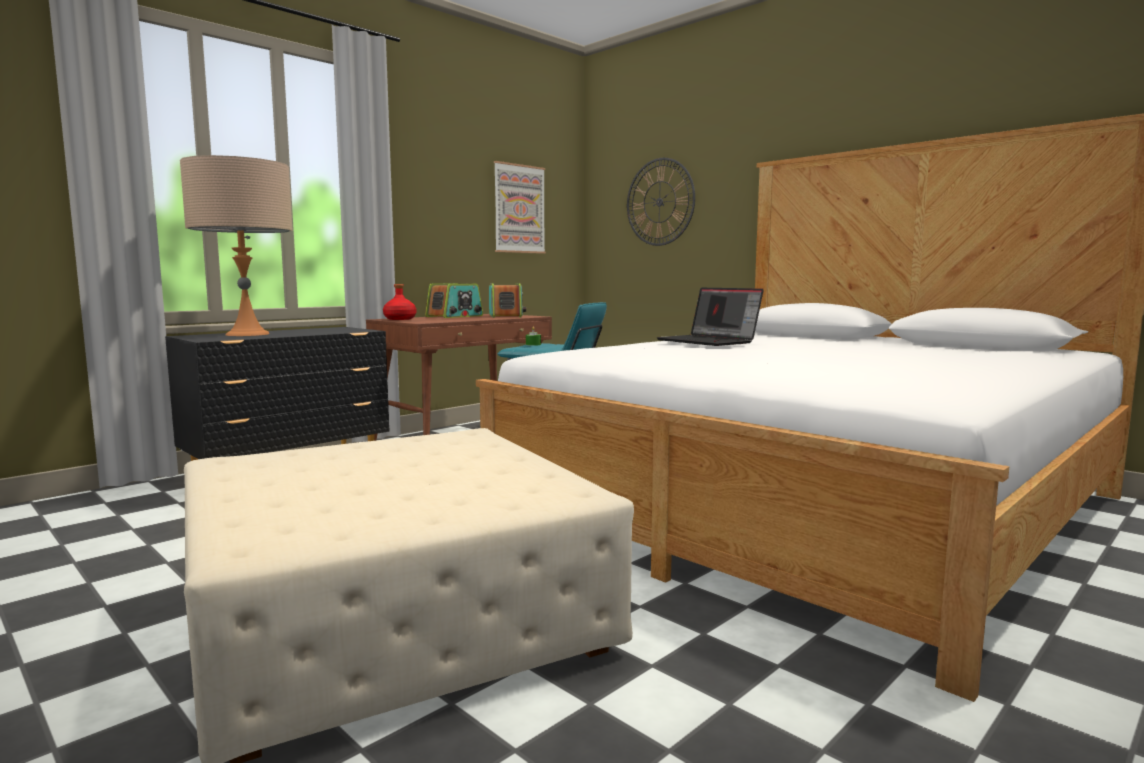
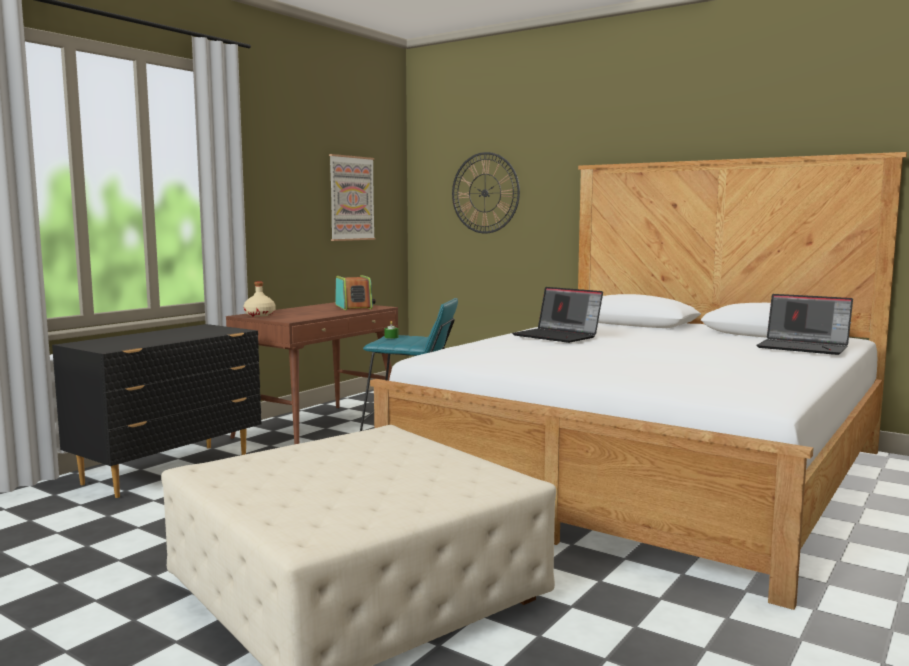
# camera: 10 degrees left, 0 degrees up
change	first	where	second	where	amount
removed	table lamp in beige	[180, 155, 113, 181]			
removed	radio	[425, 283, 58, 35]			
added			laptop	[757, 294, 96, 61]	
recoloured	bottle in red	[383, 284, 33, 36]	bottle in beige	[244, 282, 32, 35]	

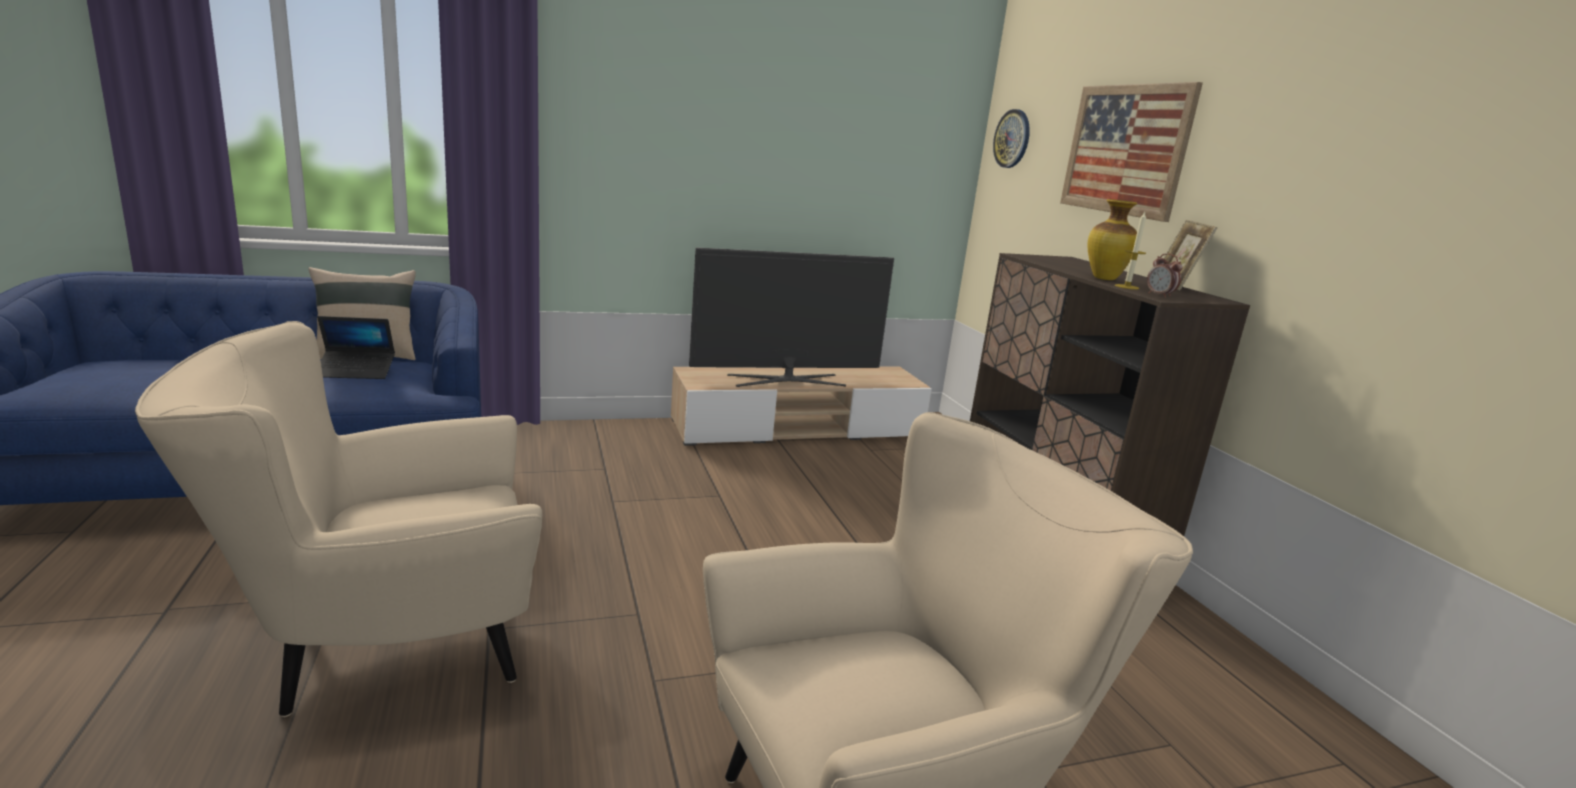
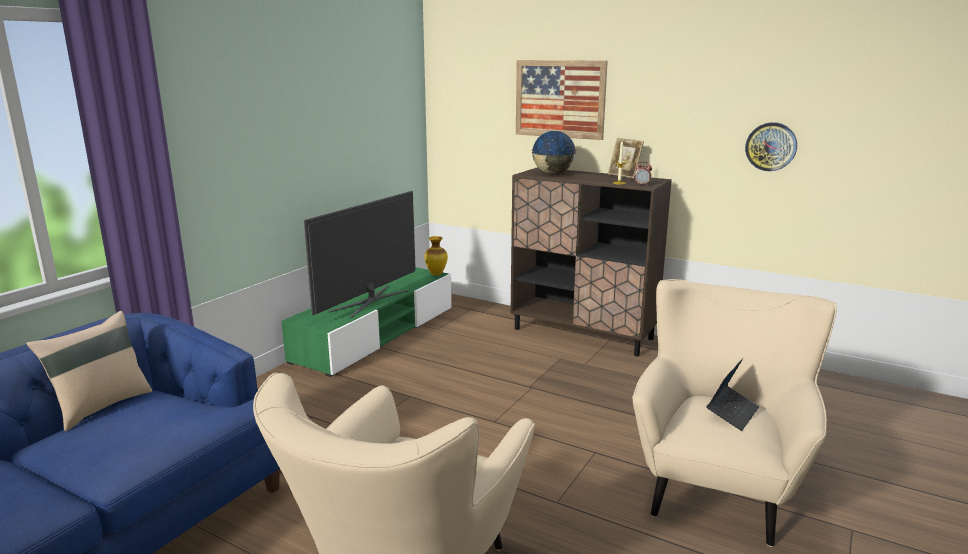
# camera: 40 degrees left, 0 degrees up
change	first	where	second	where	amount
added			globe	[532, 131, 44, 43]	
moved	laptop	[317, 316, 78, 63]		[706, 358, 53, 73]	
moved	wall clock	[993, 109, 37, 59]		[745, 122, 52, 49]	
moved	vase	[1088, 199, 49, 81]		[425, 236, 23, 40]	
recoloured	tv stand in beige	[671, 366, 261, 80]	tv stand in green	[281, 267, 171, 110]	

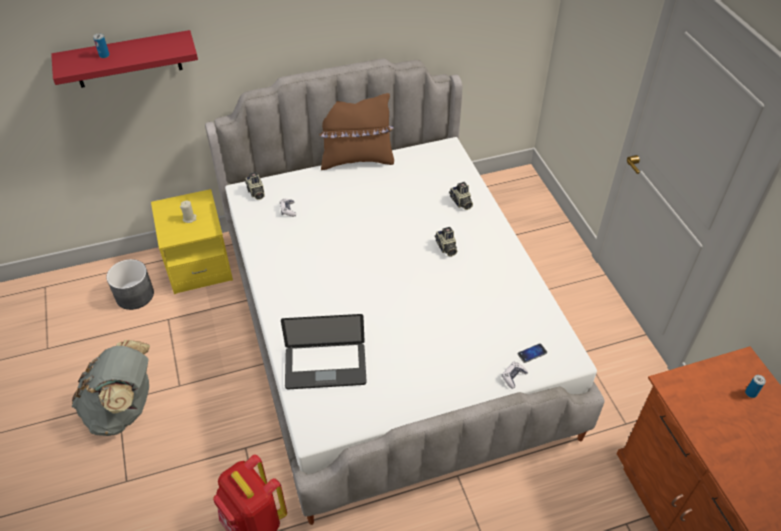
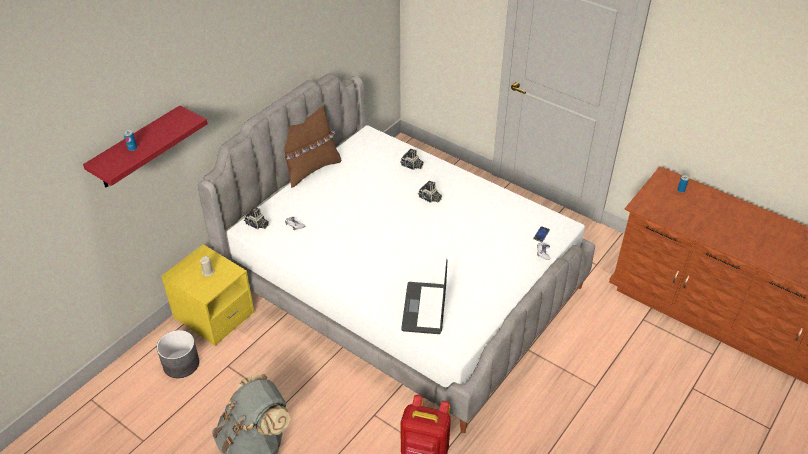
# camera: 35 degrees left, 5 degrees down
change	first	where	second	where	amount
turned	laptop	[281, 314, 86, 75]		[401, 259, 46, 75]	135 degrees clockwise

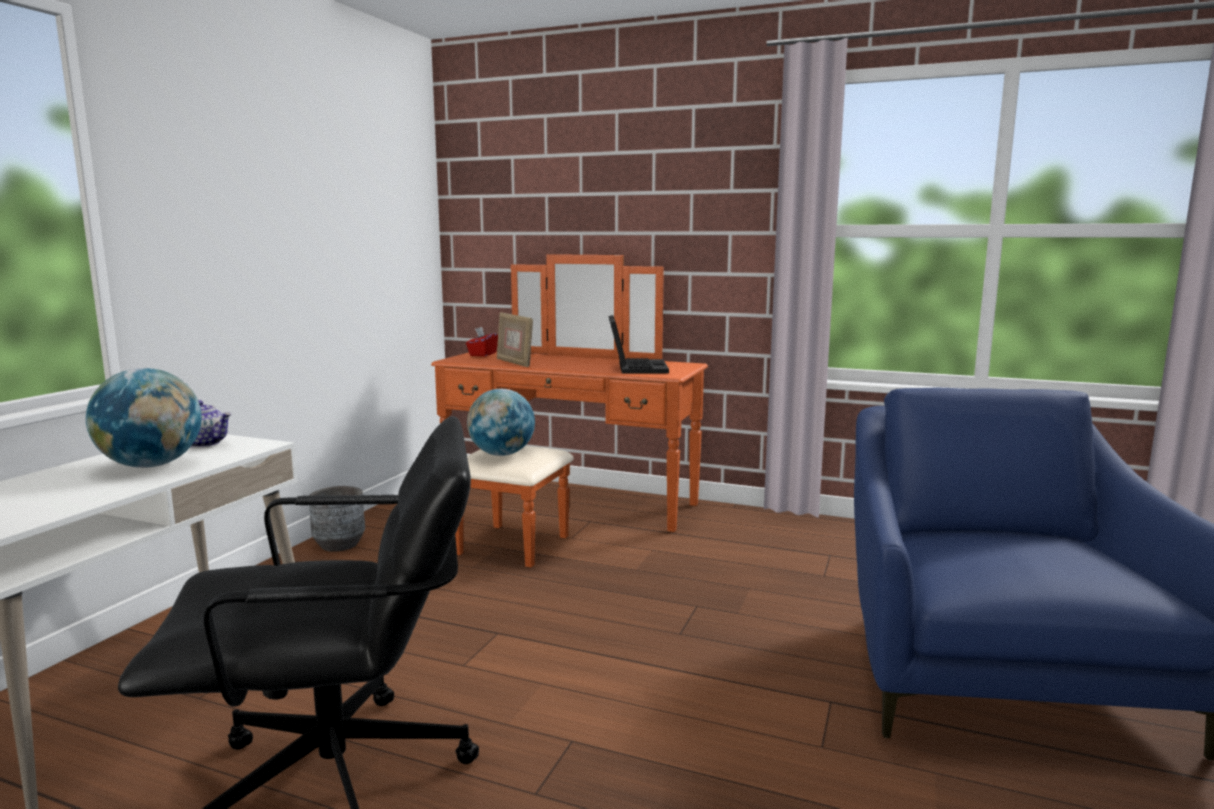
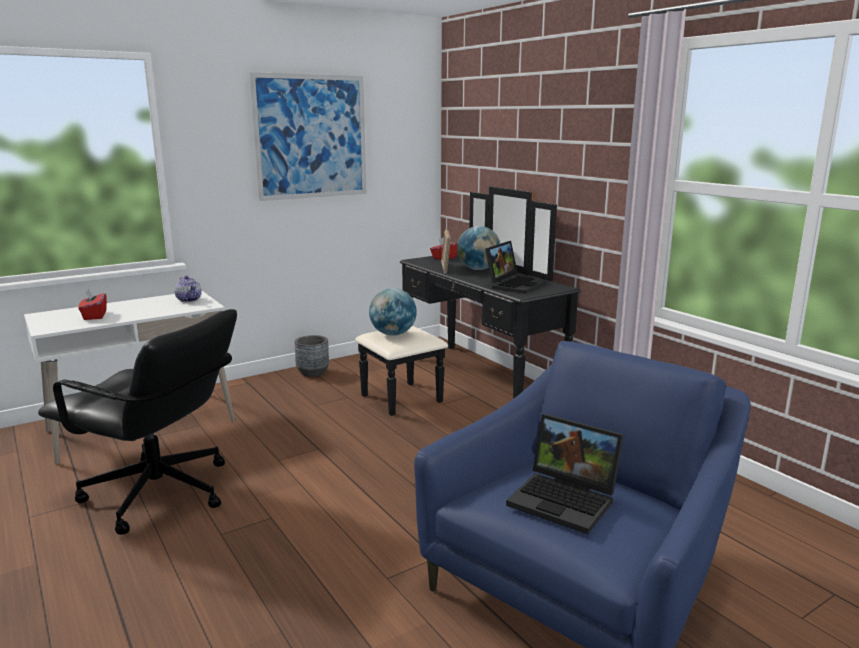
# camera: 35 degrees right, 5 degrees up
change	first	where	second	where	amount
added			tissue box in red	[78, 288, 29, 32]	
added			picture	[249, 72, 117, 129]	
added			laptop	[506, 414, 118, 120]	
moved	globe	[86, 368, 116, 100]		[457, 226, 43, 44]	
recoloured	dresser in orange	[431, 254, 277, 313]	dresser in black	[355, 186, 226, 230]	

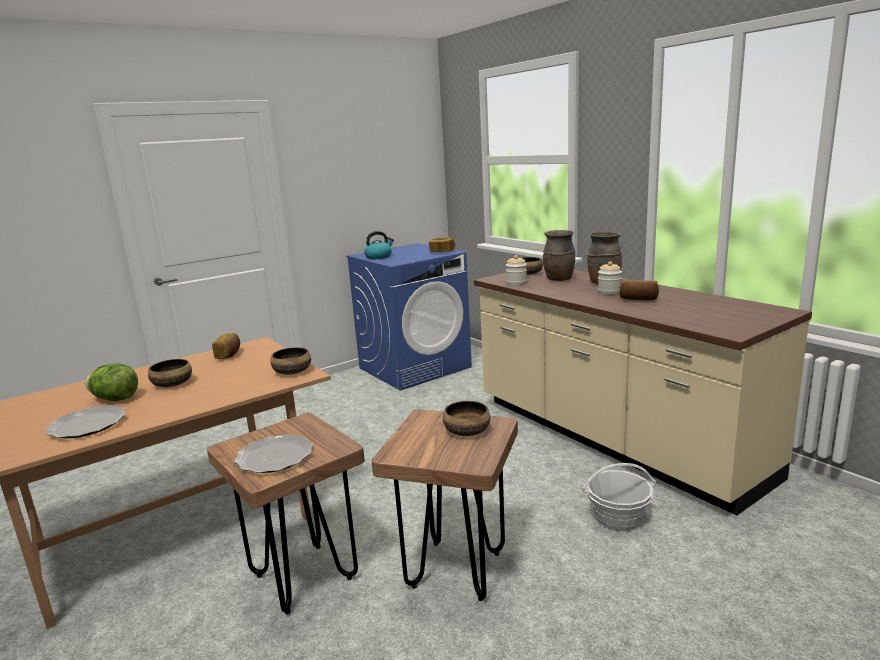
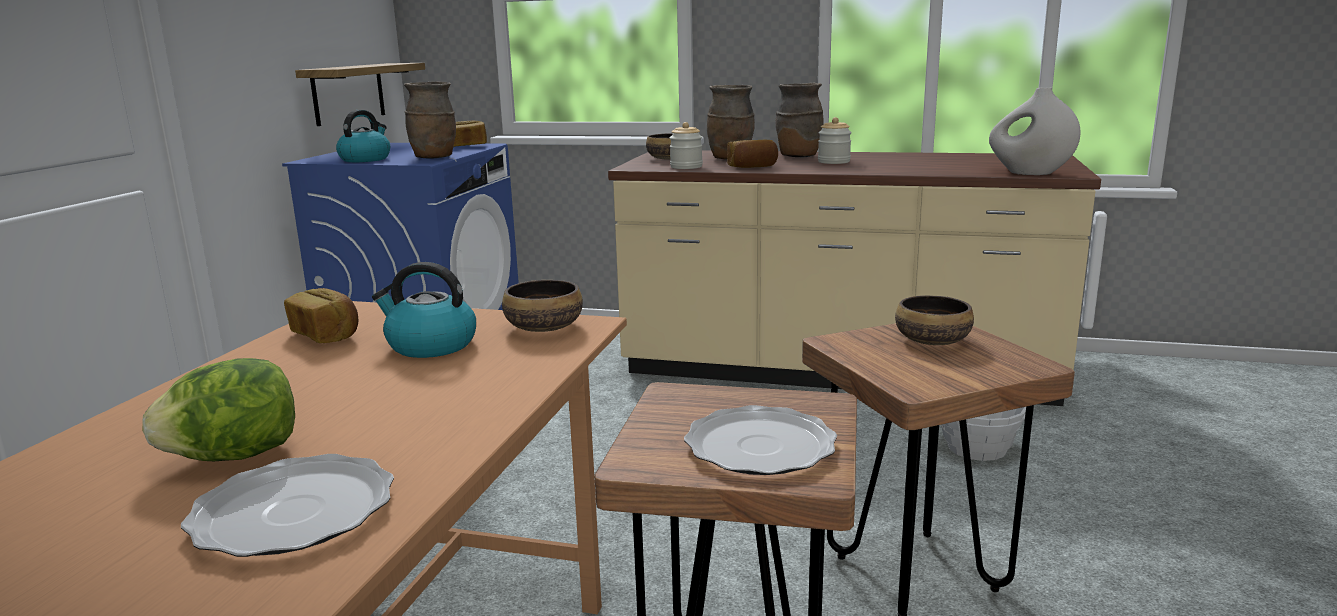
# camera: 40 degrees left, 0 degrees up
change	first	where	second	where	amount
removed	bowl	[148, 359, 44, 28]			
added			shelf	[295, 63, 130, 63]	
added			kettle	[372, 262, 104, 96]	
added			vase in brown	[404, 81, 52, 78]	
added			vase in white	[989, 88, 91, 87]	
moved	bread	[620, 279, 39, 21]		[727, 139, 51, 29]	

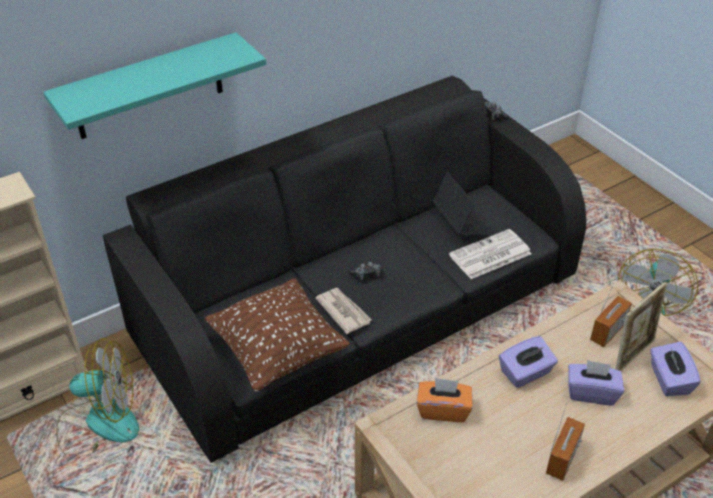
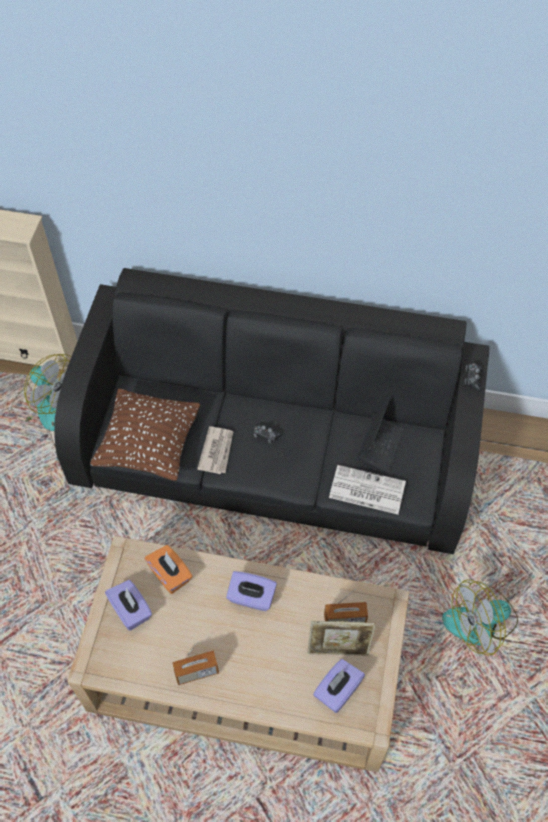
# camera: 45 degrees right, 15 degrees up
change	first	where	second	where	amount
removed	shelf in turquoise	[43, 32, 223, 107]			
moved	tissue box in purple	[568, 360, 56, 45]		[105, 580, 47, 51]	

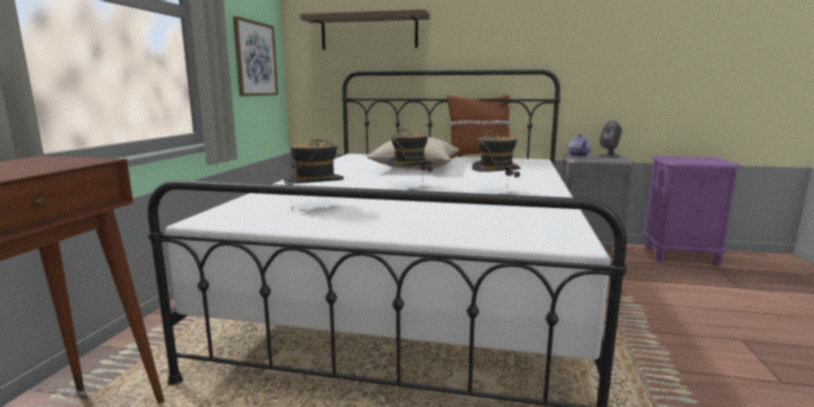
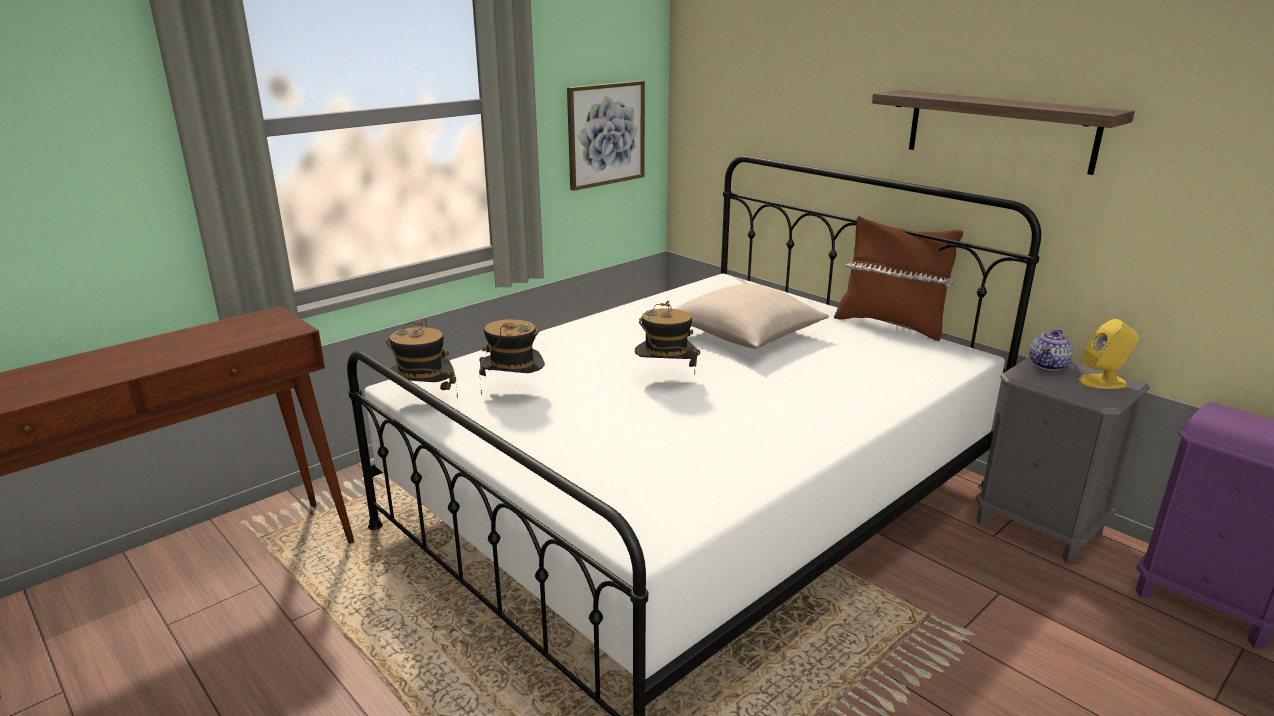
# camera: 35 degrees right, 10 degrees up
change	first	where	second	where	amount
moved	shelf	[300, 9, 130, 41]		[872, 90, 263, 85]	
moved	hat	[472, 130, 49, 57]		[386, 319, 72, 80]	
recoloured	speaker in grey	[599, 120, 23, 38]	speaker in yellow	[1079, 319, 60, 70]	

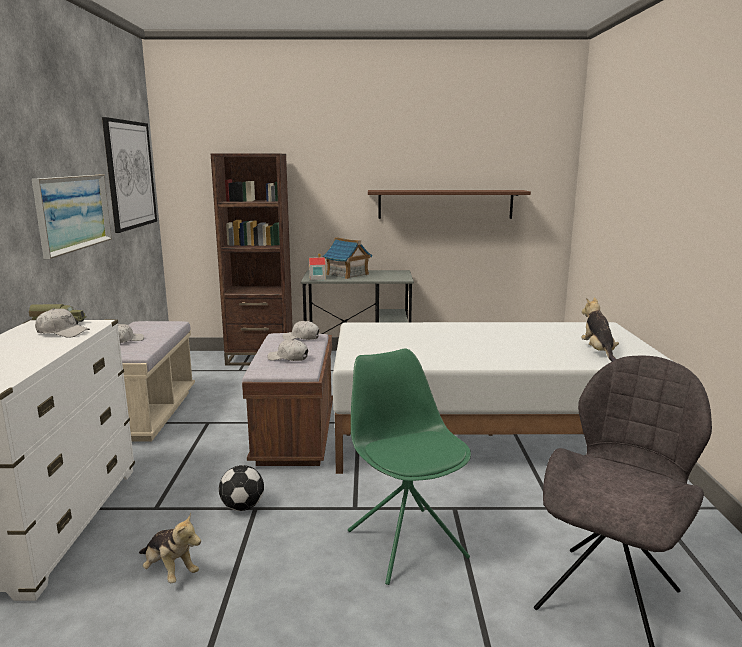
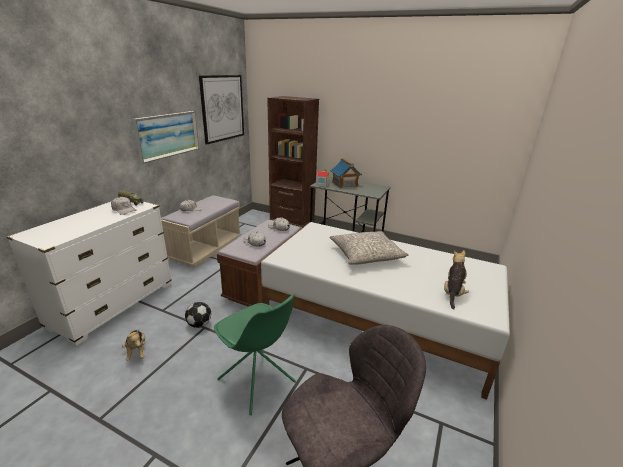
# camera: 25 degrees right, 10 degrees up
change	first	where	second	where	amount
removed	shelf in brown	[368, 190, 163, 29]			
added			pillow in grey	[329, 231, 80, 34]	
turned	chair in green	[348, 348, 123, 237]		[214, 294, 82, 121]	135 degrees clockwise

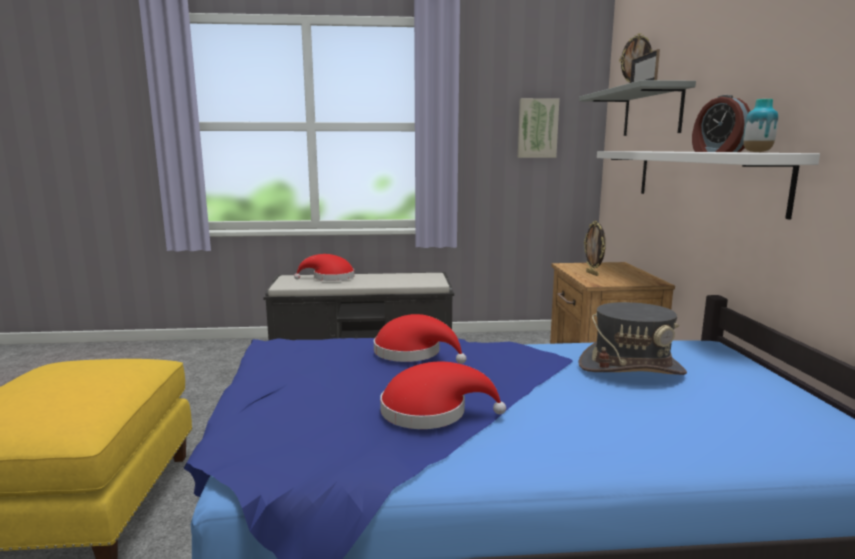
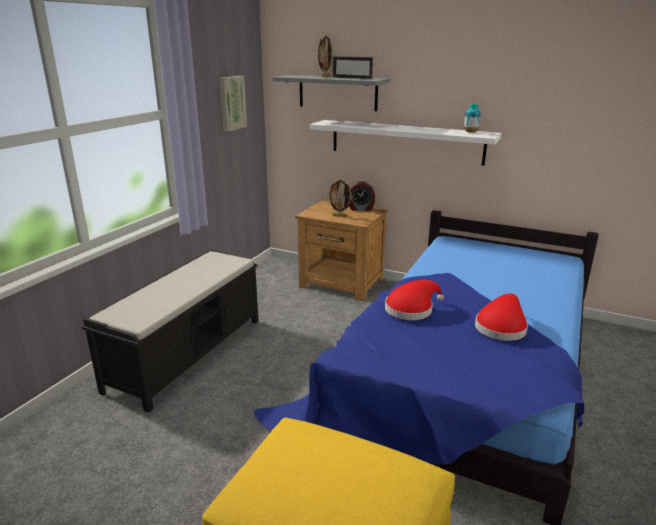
# camera: 60 degrees left, 10 degrees up
change	first	where	second	where	amount
removed	hat in red	[294, 254, 61, 27]			
removed	hat in grey	[578, 302, 109, 73]			
moved	alarm clock	[692, 95, 58, 57]		[349, 181, 26, 30]	

